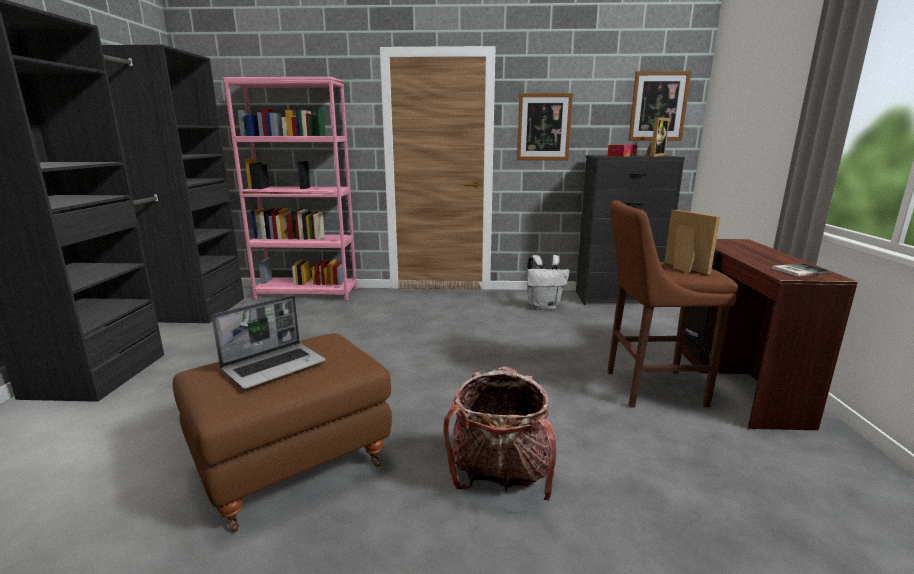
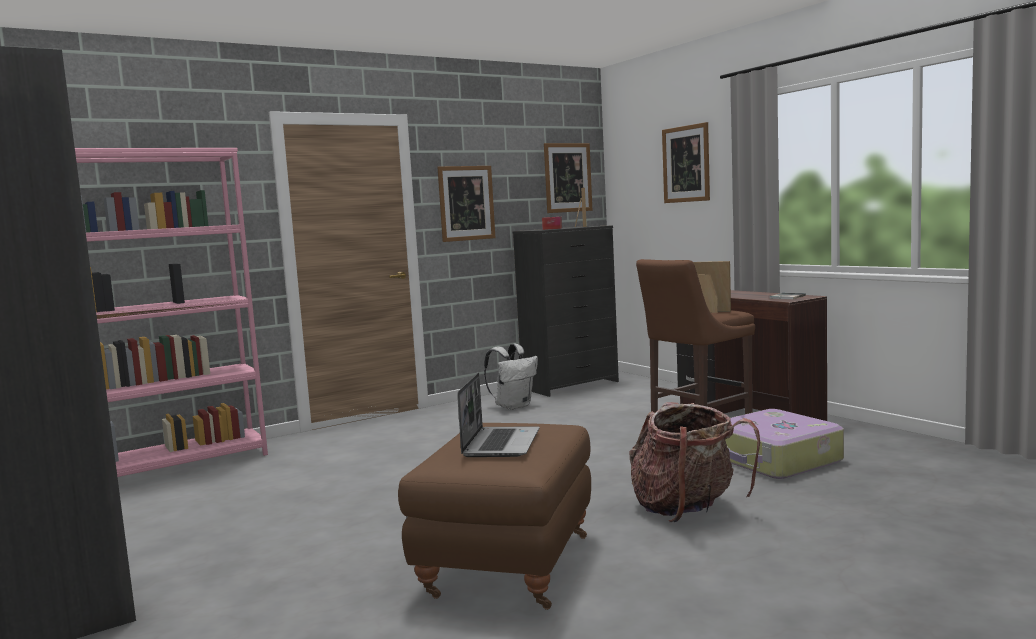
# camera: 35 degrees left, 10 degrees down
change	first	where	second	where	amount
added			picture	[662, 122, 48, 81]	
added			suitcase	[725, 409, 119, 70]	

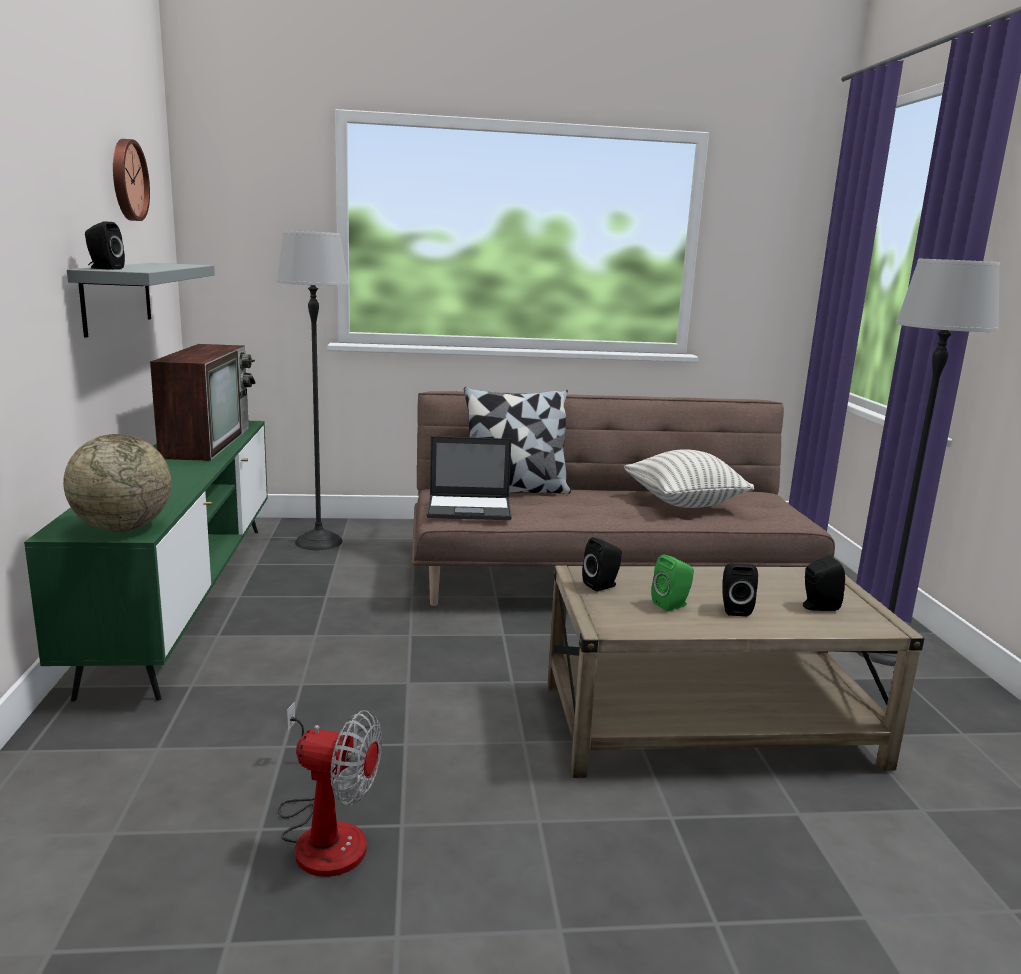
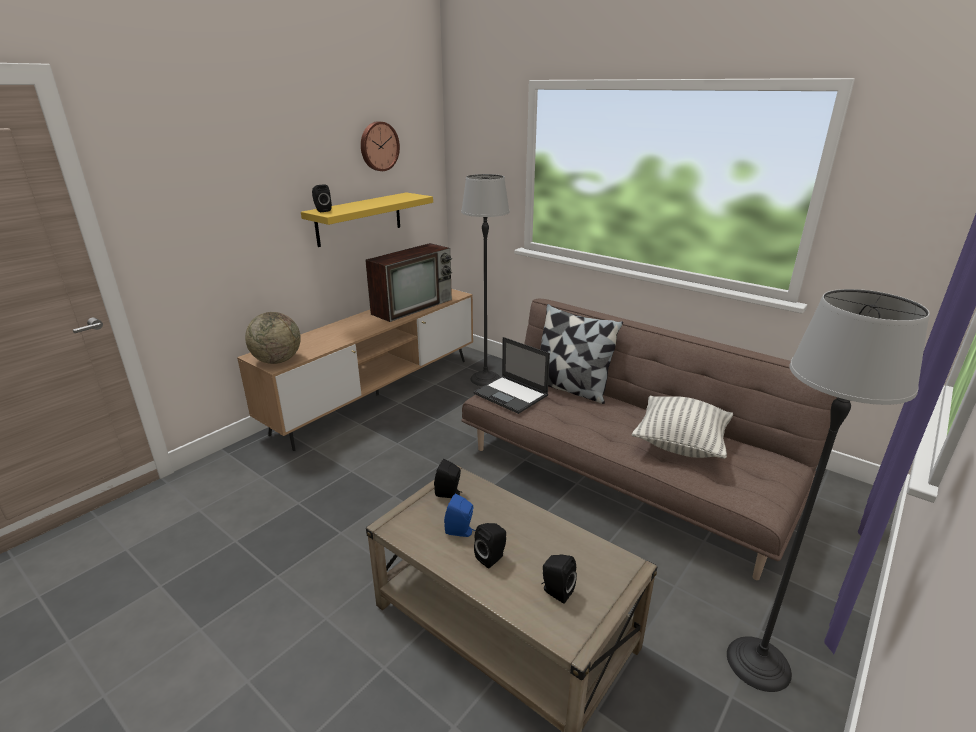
# camera: 45 degrees right, 10 degrees up
change	first	where	second	where	amount
removed	fan	[278, 702, 104, 175]			
recoloured	tv stand in green	[24, 421, 244, 281]	tv stand in brown	[237, 289, 236, 162]	
recoloured	shelf in grey	[67, 263, 148, 75]	shelf in yellow	[301, 192, 132, 55]	
recoloured	speaker in green	[651, 554, 43, 57]	speaker in blue	[444, 494, 31, 43]	

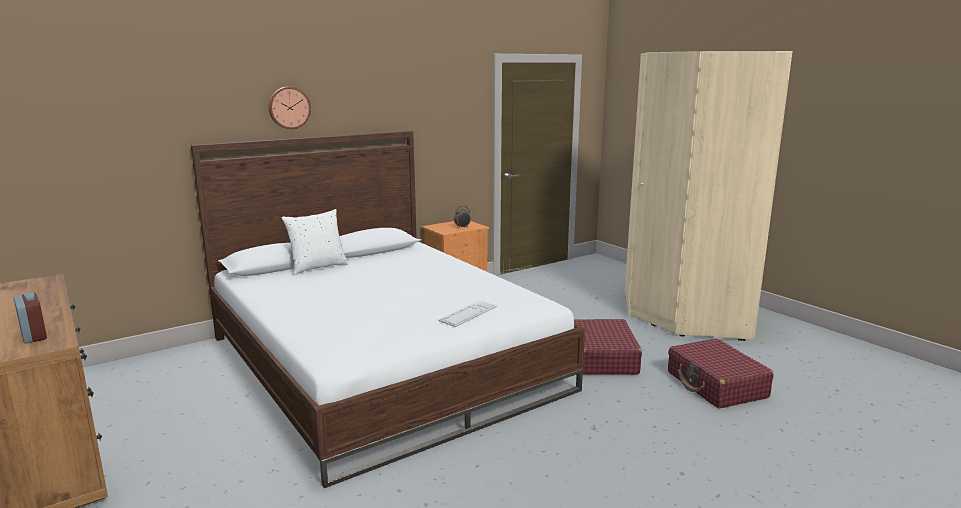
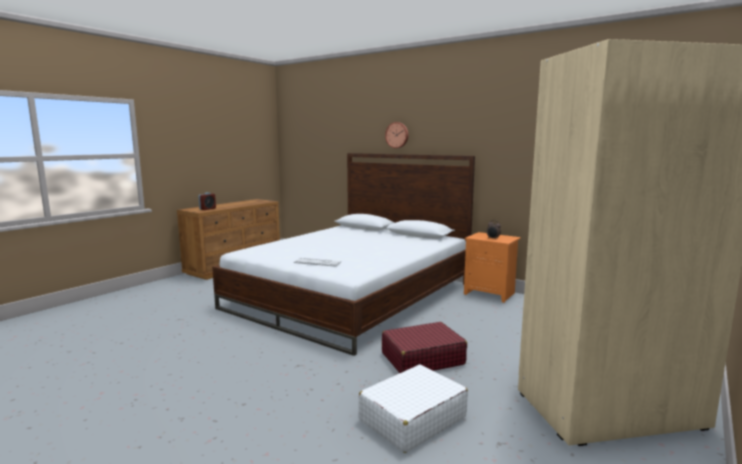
# camera: 70 degrees right, 5 degrees down
change	first	where	second	where	amount
removed	pillow in white	[281, 209, 67, 66]			
recoloured	suitcase in red	[668, 338, 106, 71]	suitcase in white	[358, 365, 110, 88]	

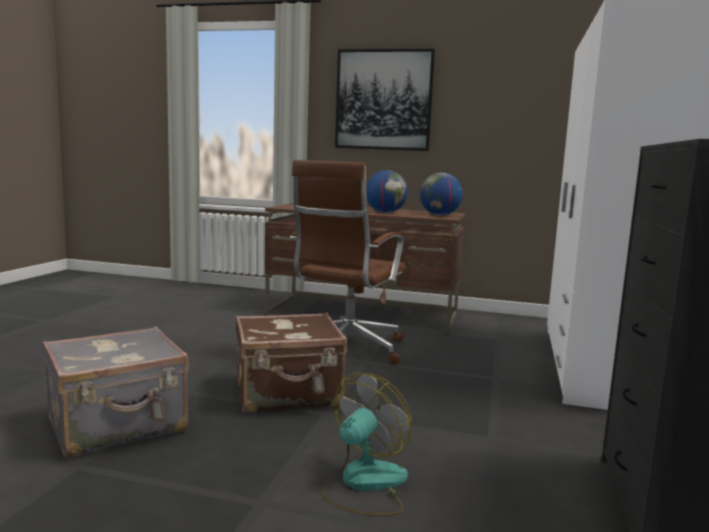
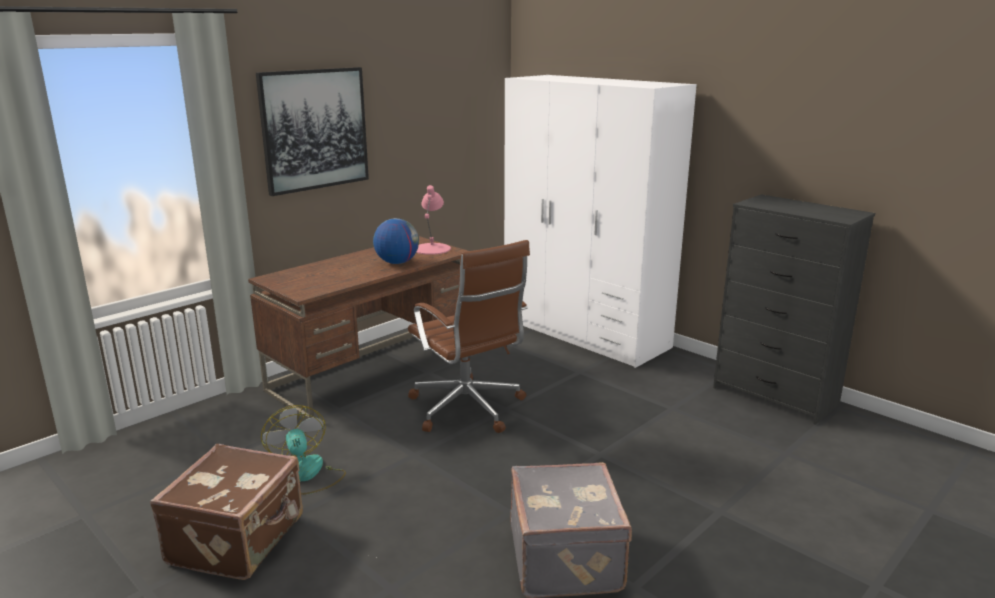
# camera: 60 degrees left, 10 degrees up
change	first	where	second	where	amount
moved	suitcase in brown	[236, 312, 111, 100]		[150, 444, 153, 136]	
moved	fan	[322, 373, 90, 143]		[261, 405, 85, 90]	
replaced	globe	[420, 173, 43, 42]	table lamp in pink	[416, 185, 35, 70]	

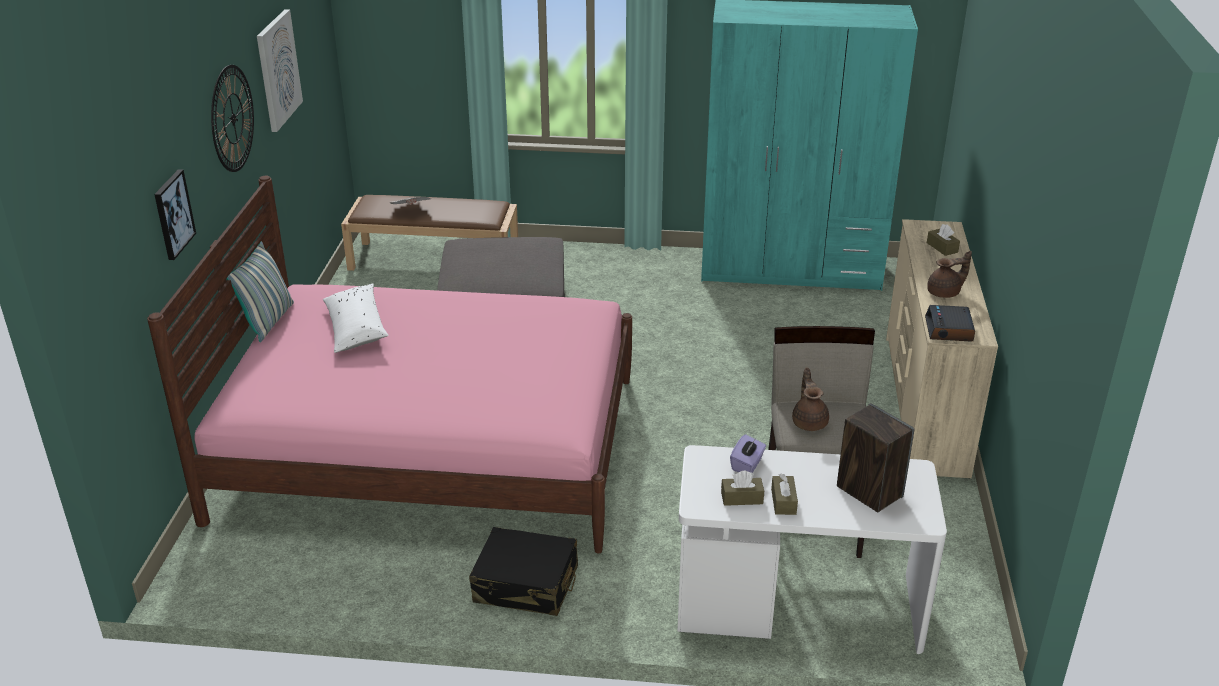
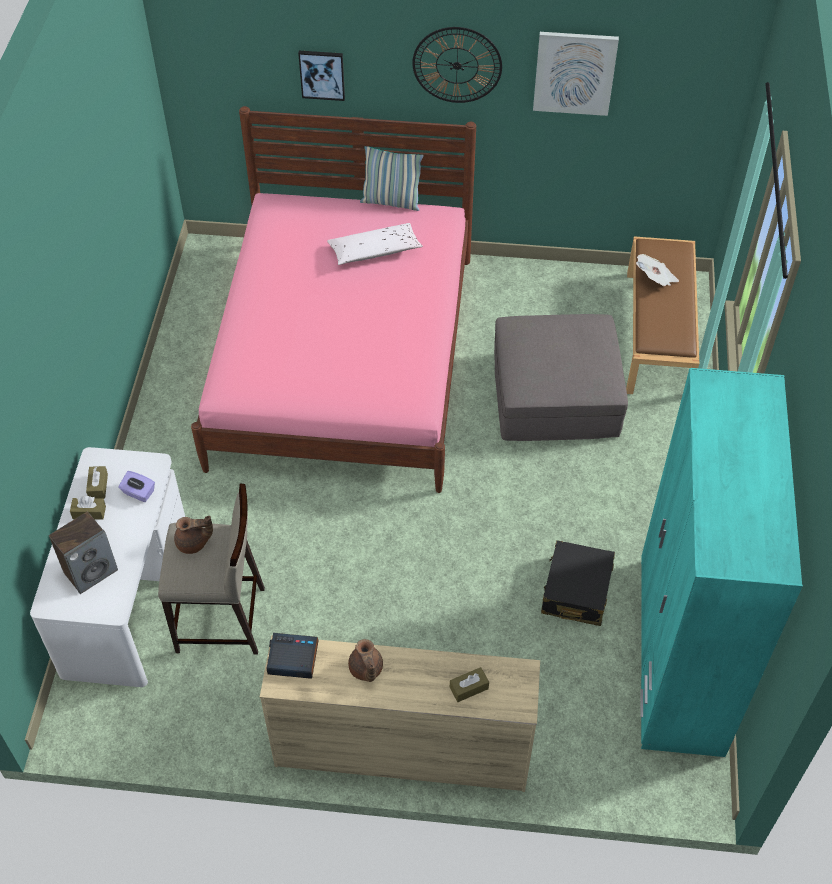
# camera: 90 degrees right, 20 degrees up
change	first	where	second	where	amount
moved	suitcase in black	[469, 527, 109, 89]		[541, 540, 74, 86]	

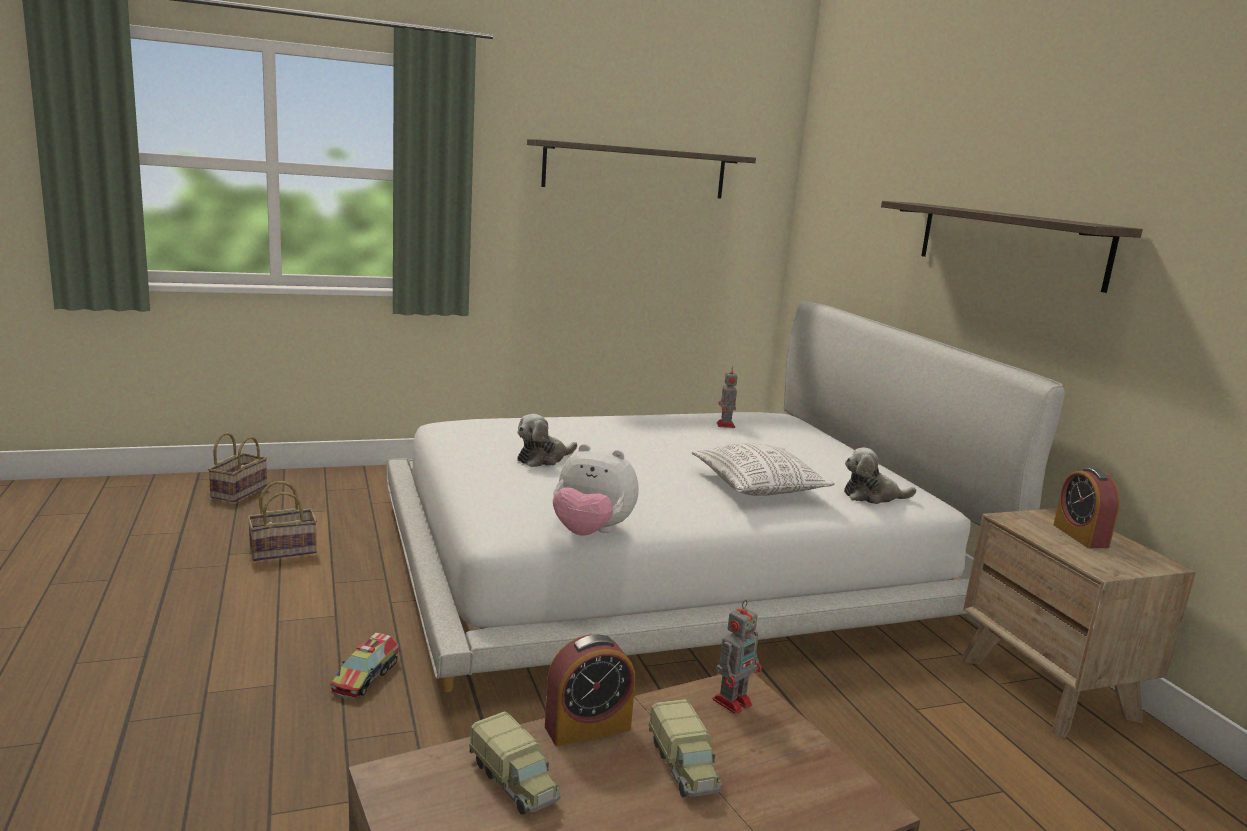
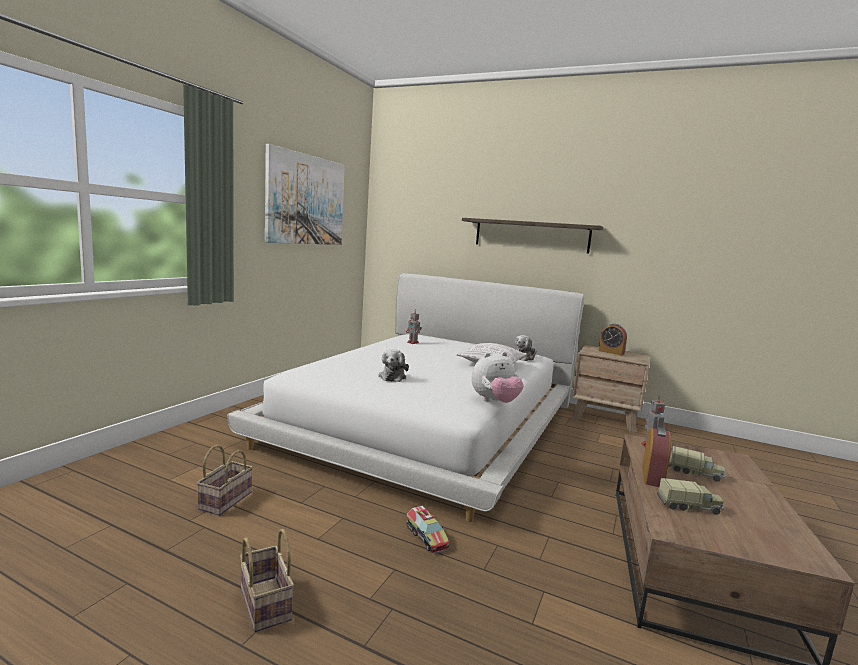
# camera: 45 degrees left, 5 degrees down
change	first	where	second	where	amount
moved	basket	[208, 432, 59, 70]		[240, 529, 54, 103]	
replaced	shelf	[527, 139, 229, 60]	picture	[265, 144, 80, 101]	

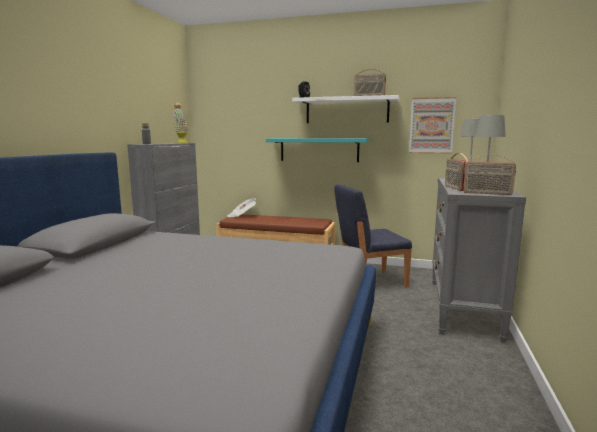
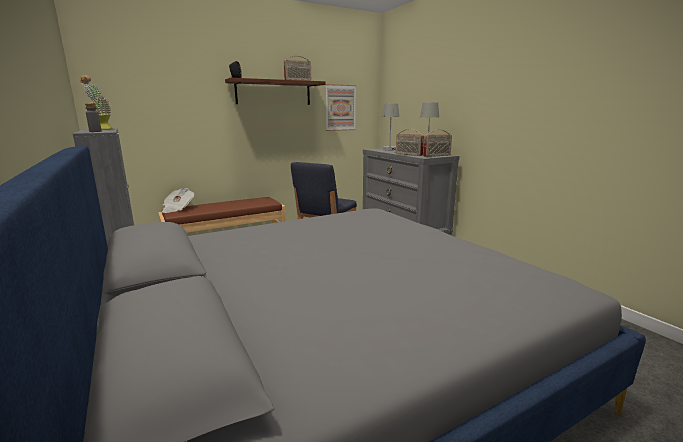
# camera: 45 degrees left, 5 degrees up
change	first	where	second	where	amount
removed	shelf in turquoise	[266, 138, 102, 24]			
recoloured	shelf in white	[292, 95, 107, 28]	shelf in brown	[225, 78, 101, 27]	

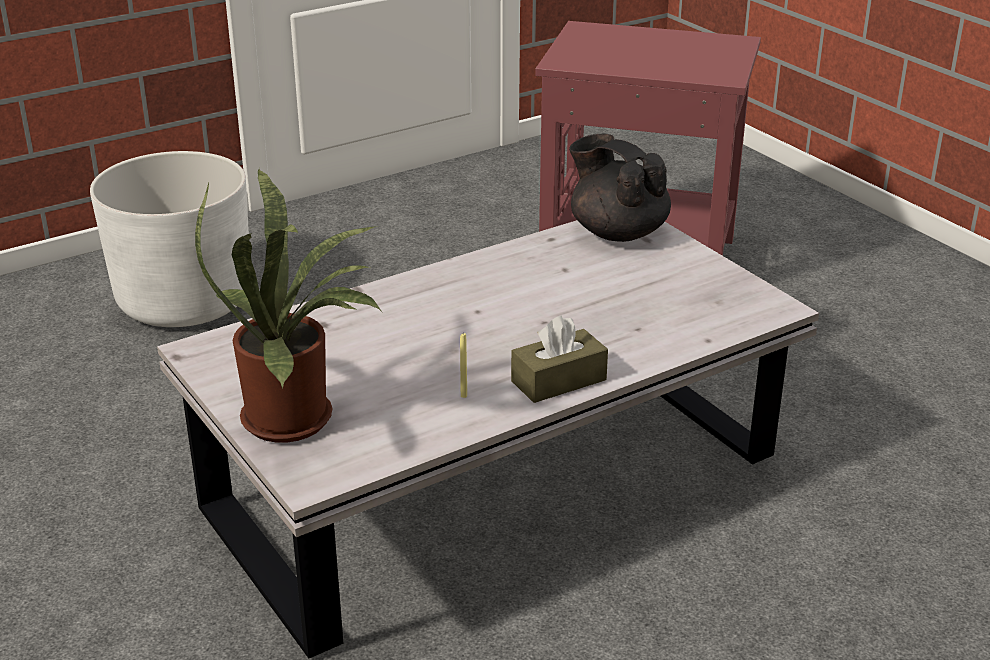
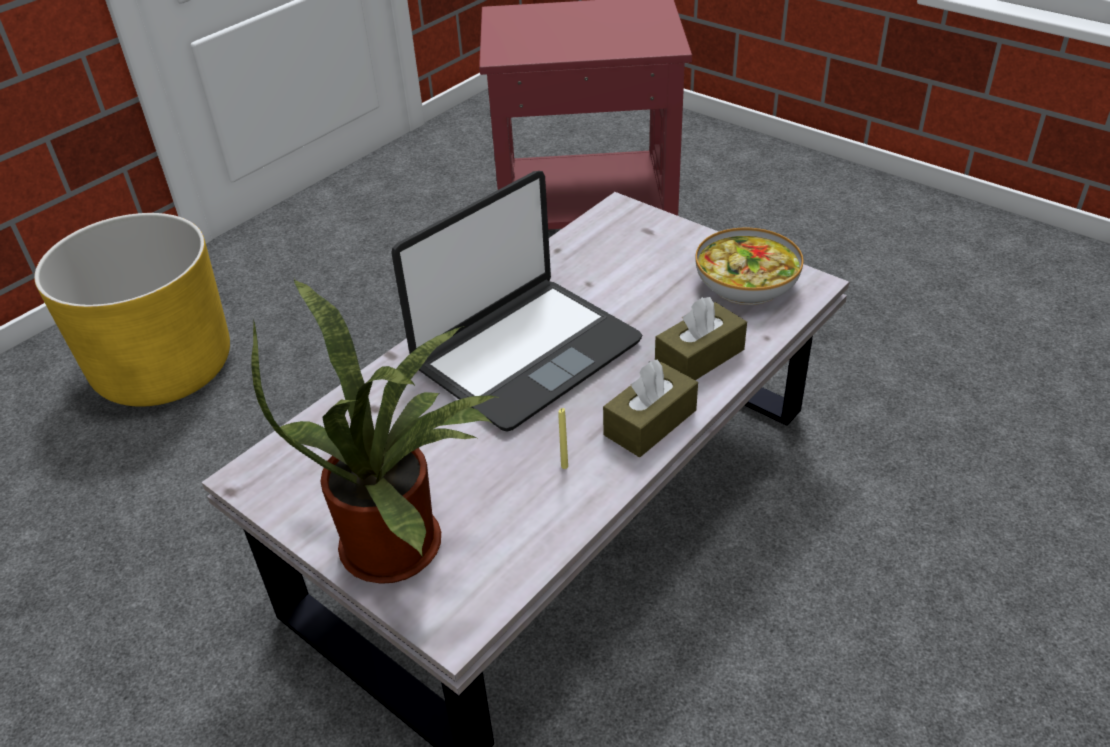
# camera: 15 degrees left, 10 degrees up
change	first	where	second	where	amount
removed	teapot in black	[569, 133, 102, 109]			
added			laptop	[391, 171, 251, 260]	
added			tissue box in brown	[655, 297, 92, 83]	
added			bowl	[695, 228, 108, 77]	
recoloured	planter in white	[90, 151, 159, 176]	planter in yellow	[34, 213, 196, 194]	

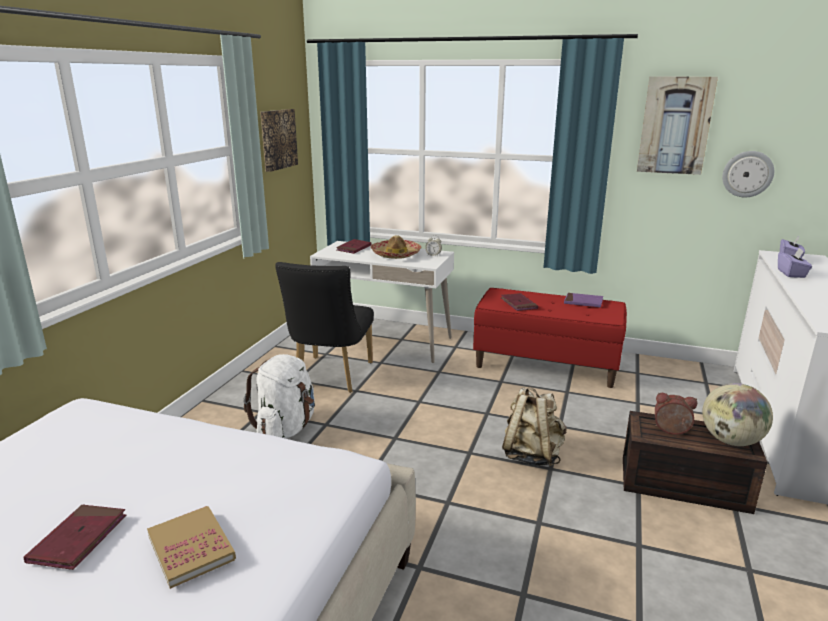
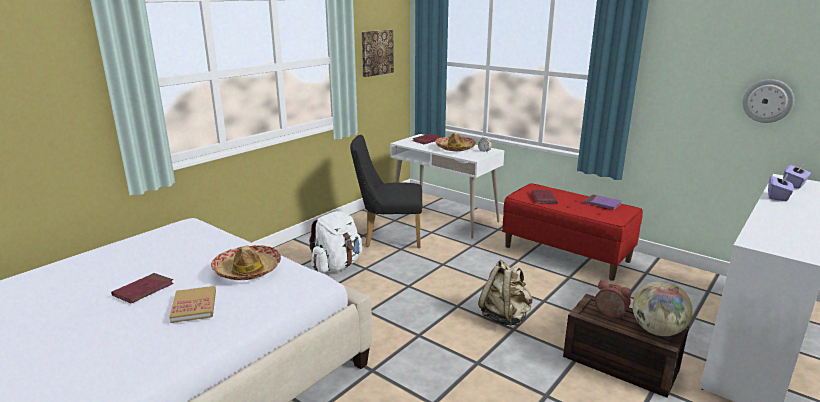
# camera: 20 degrees right, 0 degrees up
change	first	where	second	where	amount
removed	picture	[637, 76, 81, 99]			
added			hat	[211, 245, 70, 35]	
turned	chair in black	[275, 262, 99, 131]		[350, 135, 72, 113]	60 degrees clockwise

